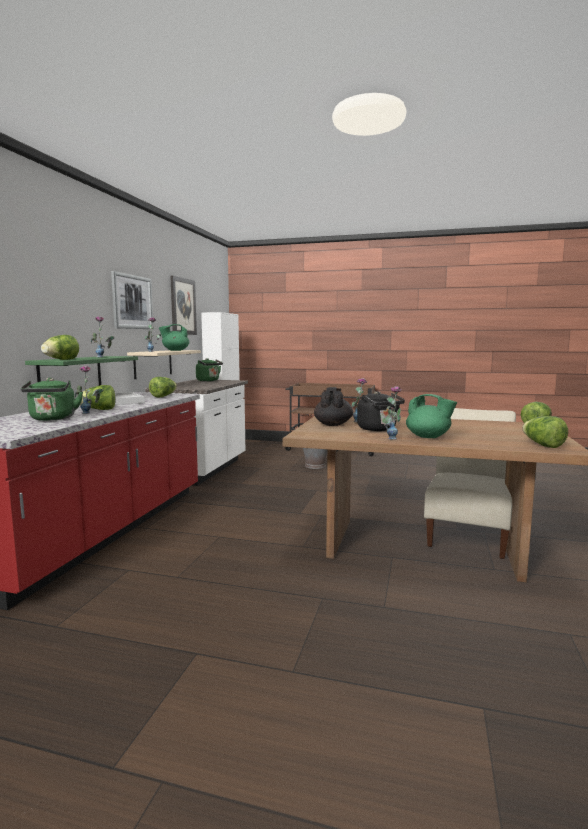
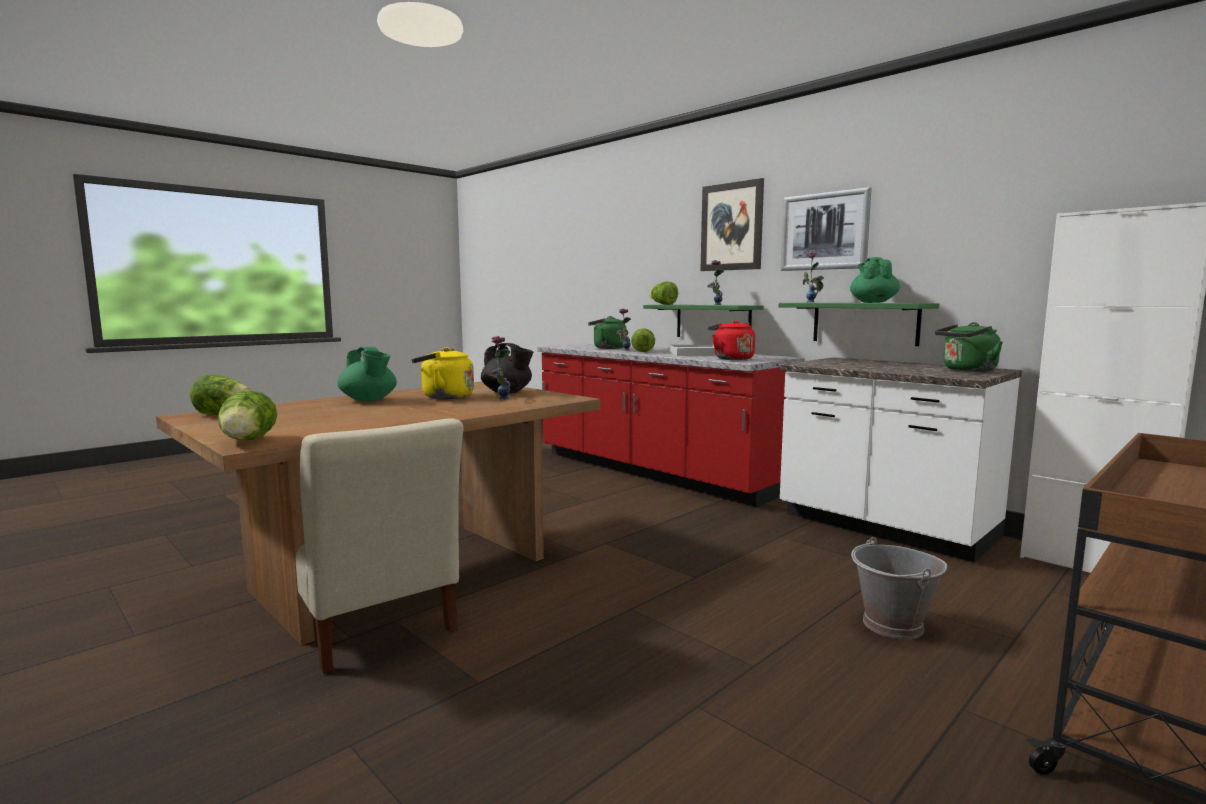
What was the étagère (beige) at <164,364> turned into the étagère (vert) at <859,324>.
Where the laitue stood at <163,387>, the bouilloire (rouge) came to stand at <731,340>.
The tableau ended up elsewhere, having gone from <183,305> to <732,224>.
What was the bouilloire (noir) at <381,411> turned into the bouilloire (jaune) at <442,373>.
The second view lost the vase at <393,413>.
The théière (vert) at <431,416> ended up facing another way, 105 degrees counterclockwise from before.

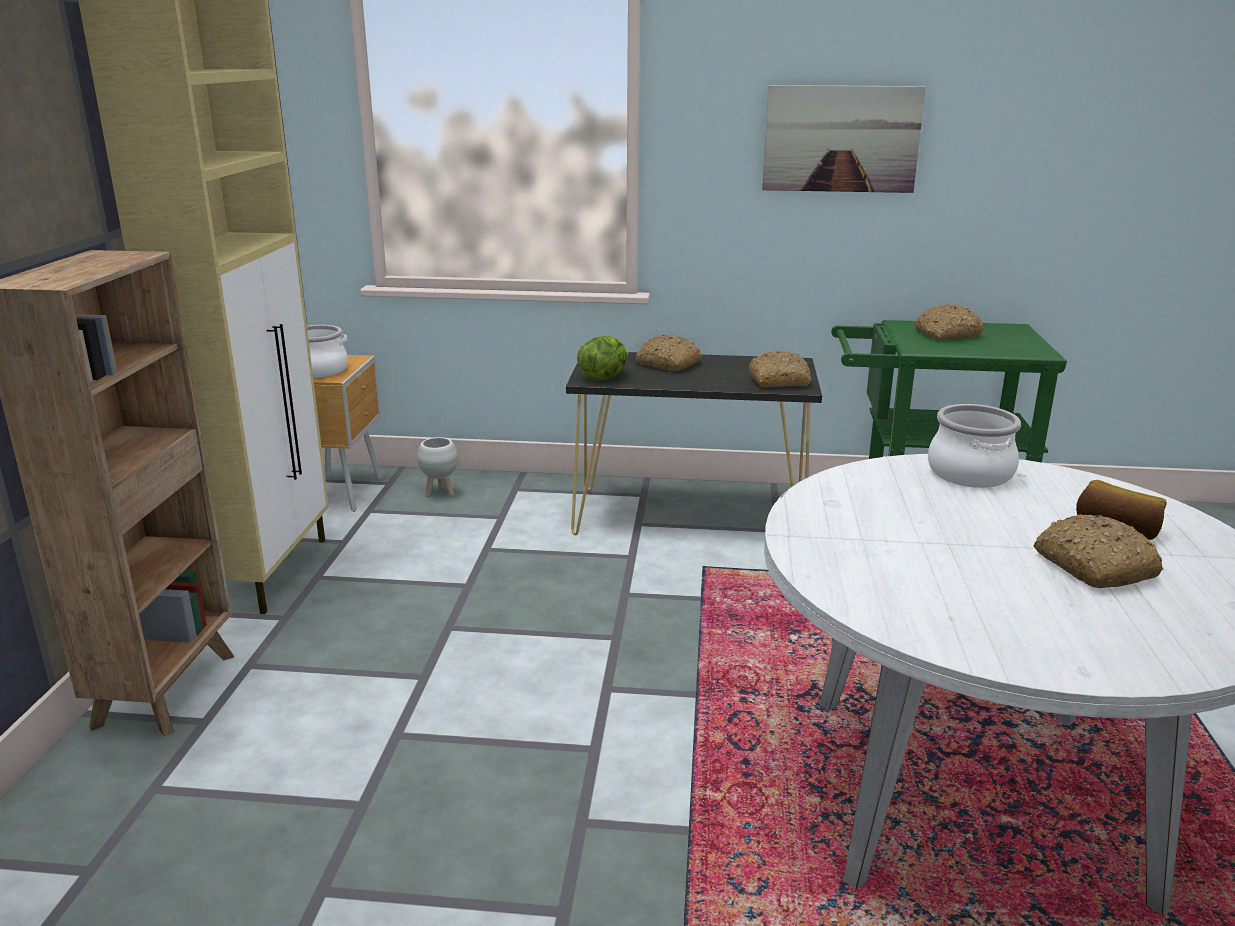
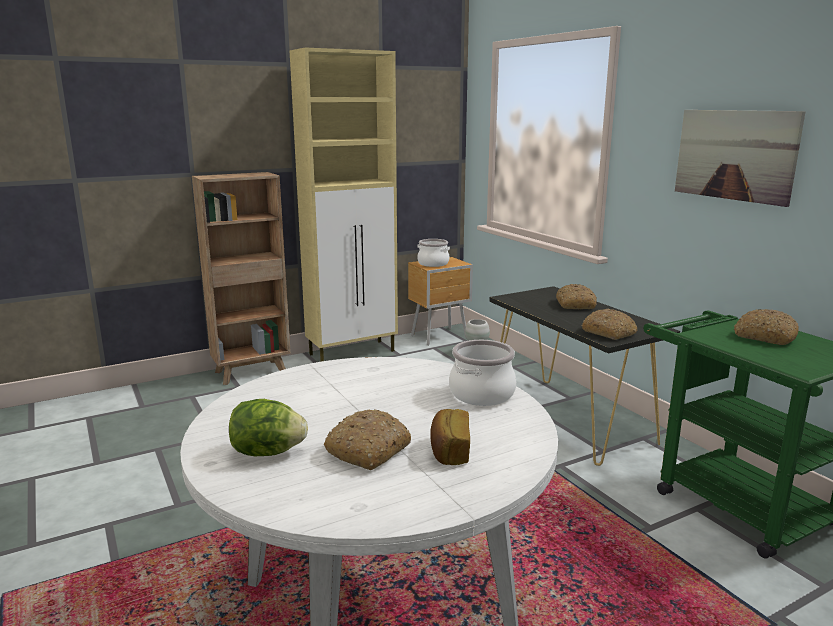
The laitue ended up elsewhere, having gone from <602,358> to <268,427>.

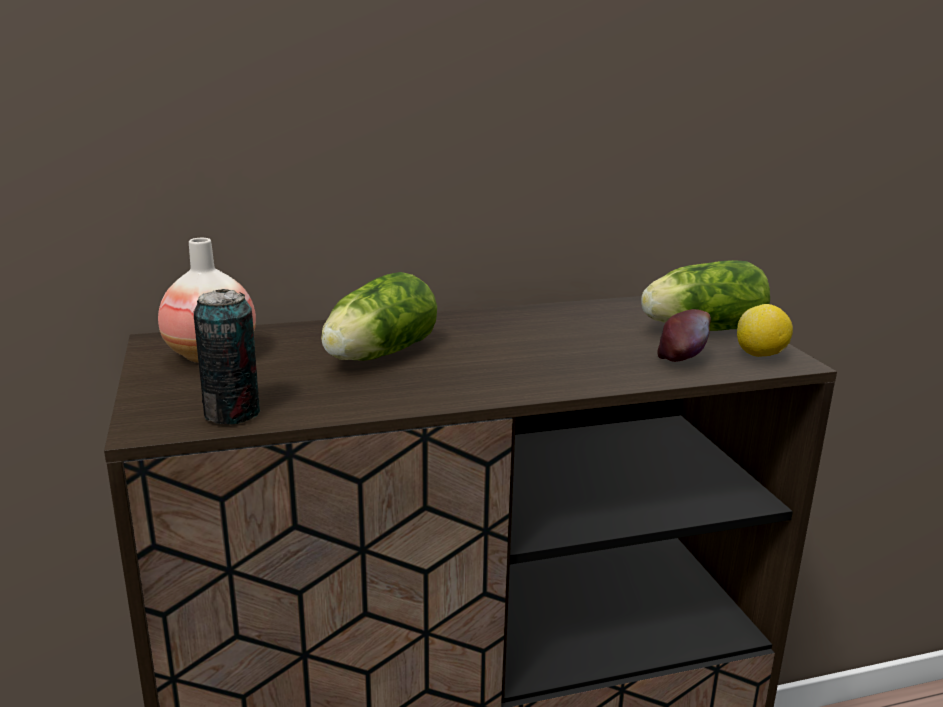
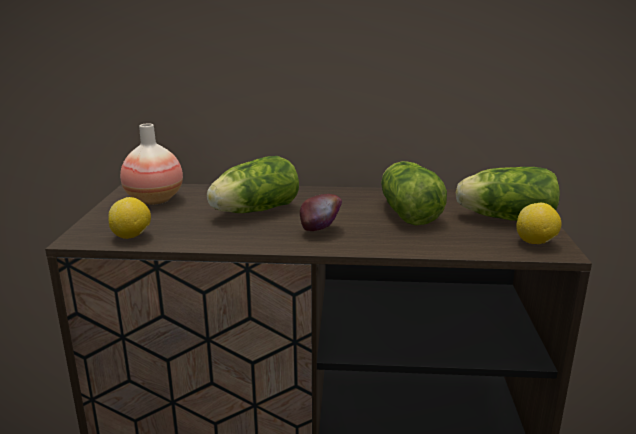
Where the boîte métallique stood at <227,356>, the citron came to stand at <129,218>.
The pomme ended up elsewhere, having gone from <684,335> to <321,212>.
The second view gained the laitue at <414,193>.

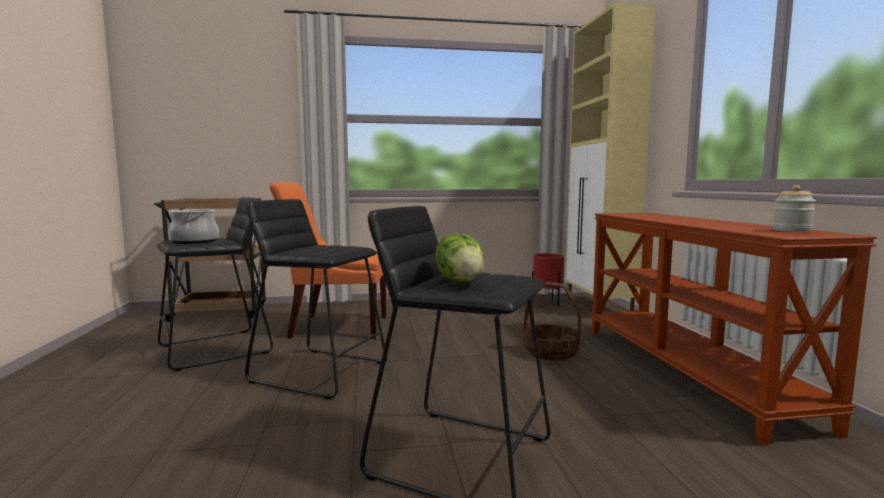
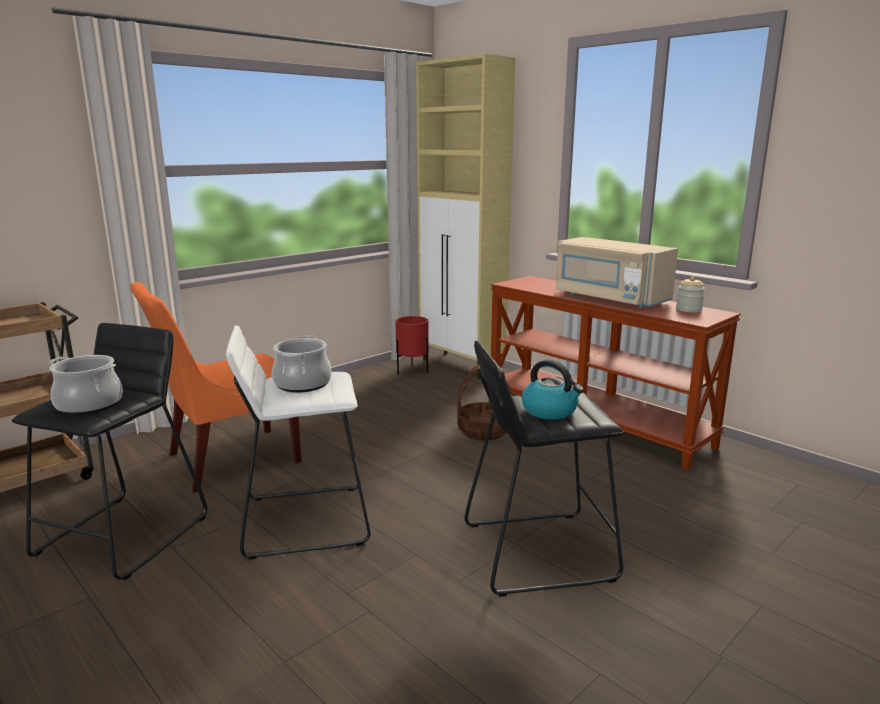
What was the tabouret (noir) at <316,299> turned into the tabouret (blanc) at <298,442>.
Where the laitue stood at <460,257>, the bouilloire came to stand at <553,390>.
The second view gained the marmite at <302,363>.
The second view gained the micro-ondes (beige) at <616,272>.

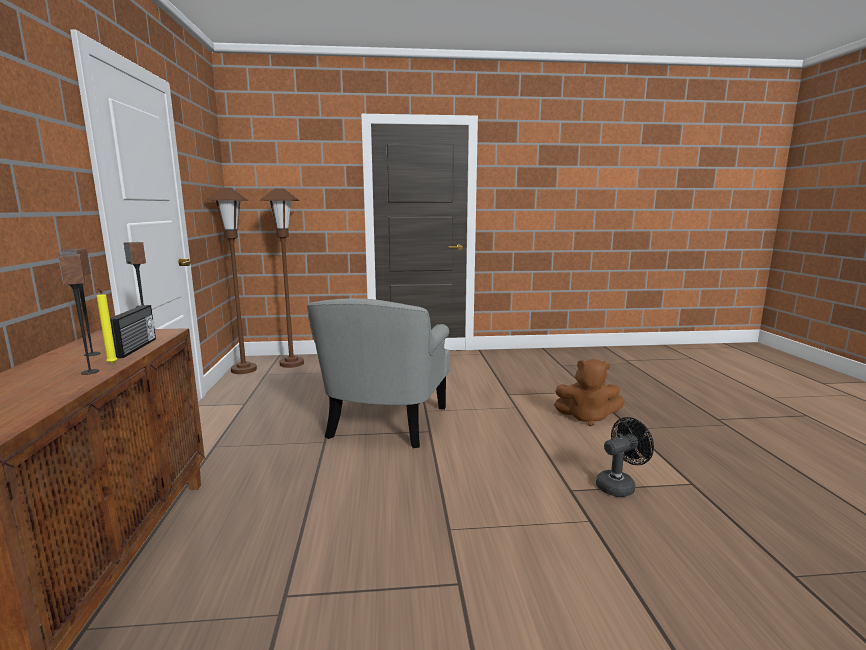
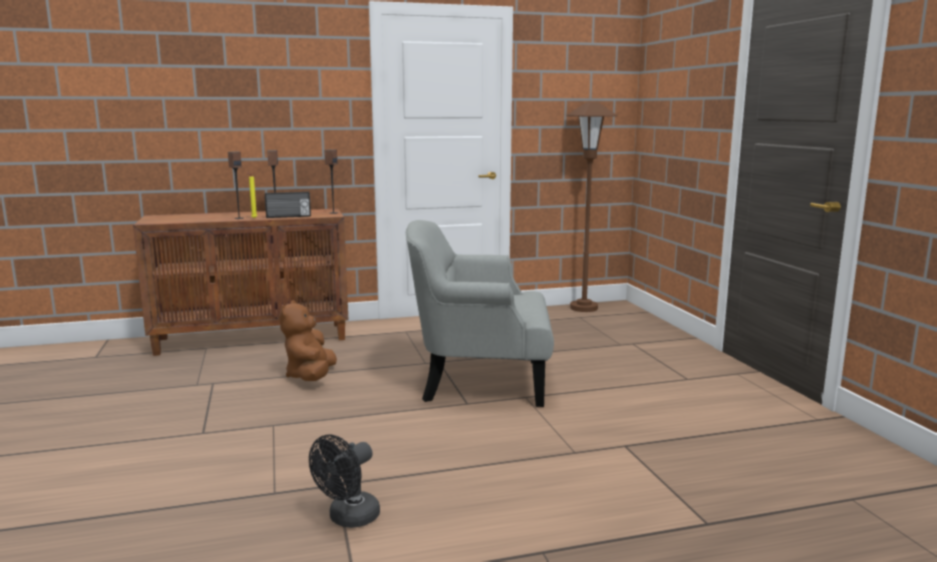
The second view lost the lampadaire (marron) at <282,278>.
The peluche (marron) ended up elsewhere, having gone from <589,392> to <308,340>.
The ventilateur (noir) at <625,457> ended up facing another way, 75 degrees clockwise from before.

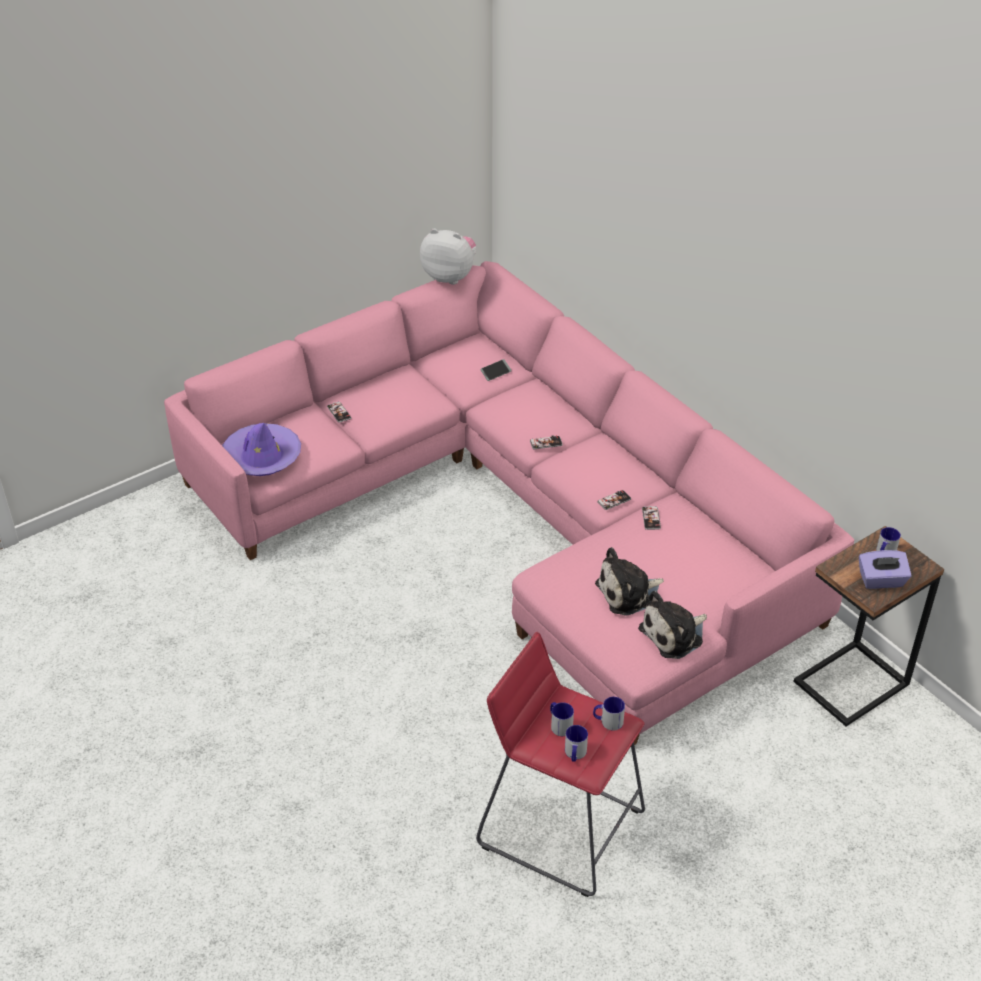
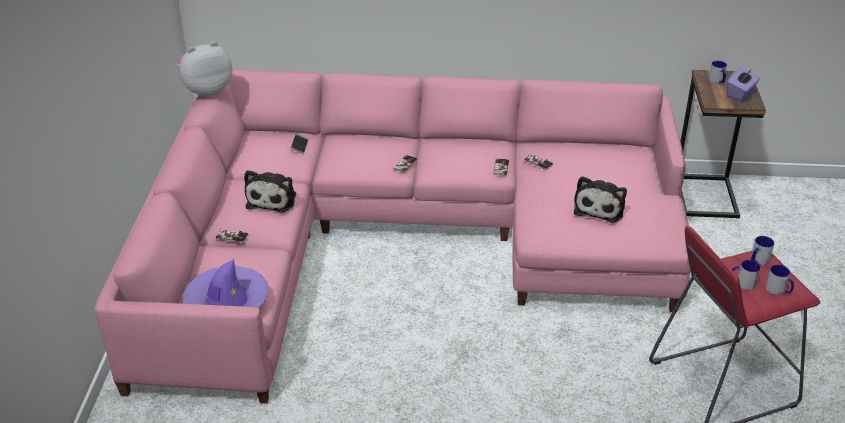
The peluche ended up elsewhere, having gone from <672,625> to <270,191>.

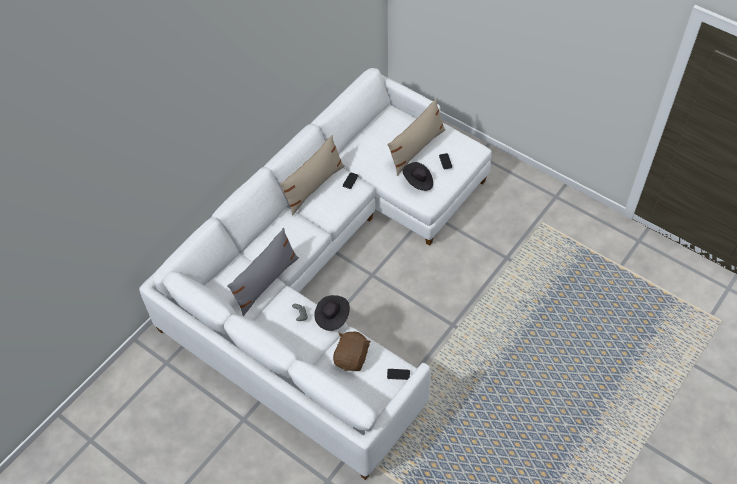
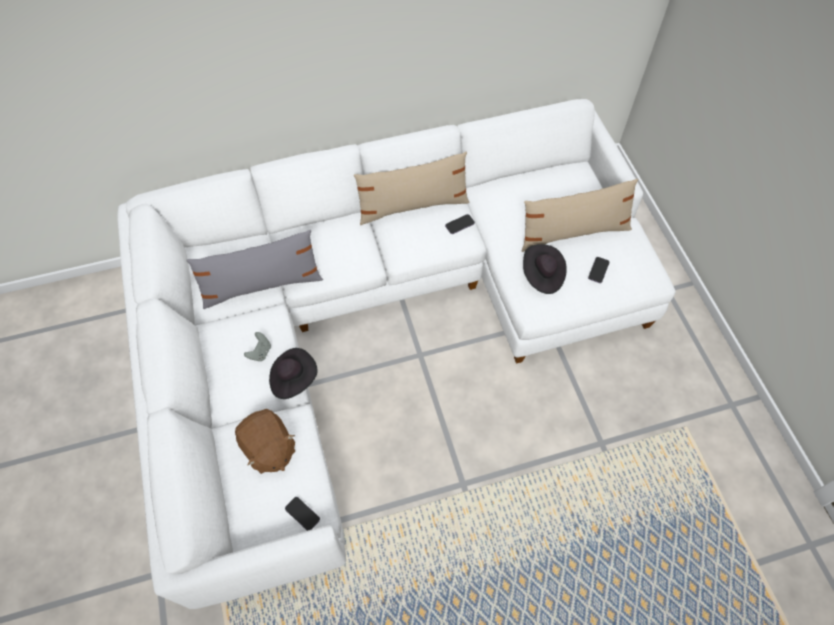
The peluche (marron) at <352,351> ended up facing another way, 90 degrees clockwise from before.

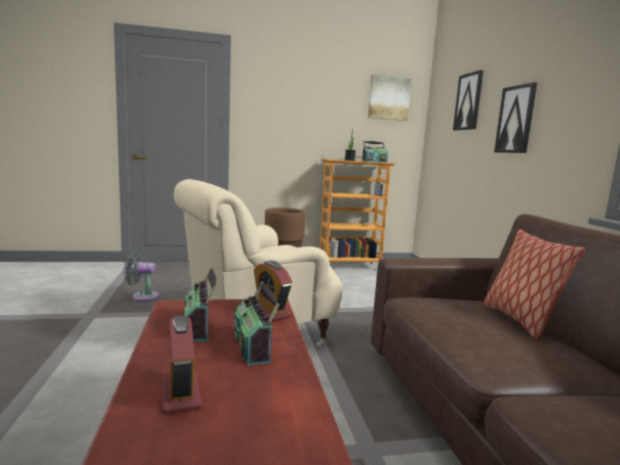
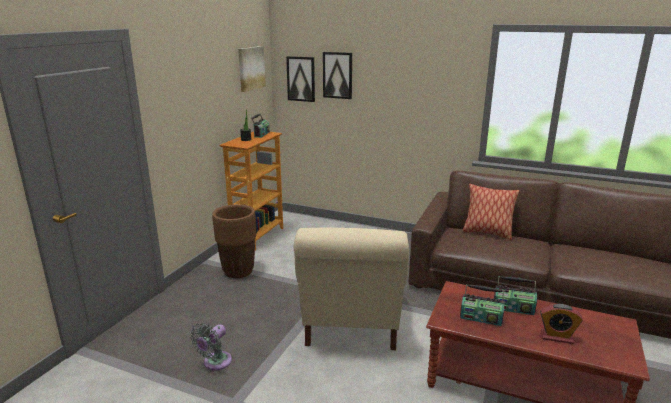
The second view lost the réveil at <273,291>.
The tableau ended up elsewhere, having gone from <515,117> to <300,79>.

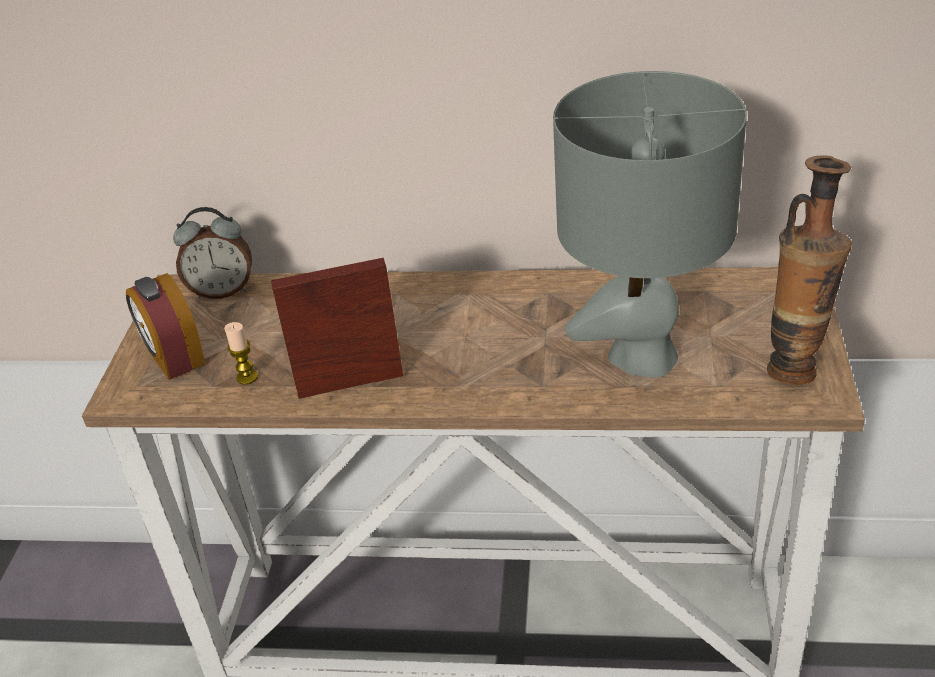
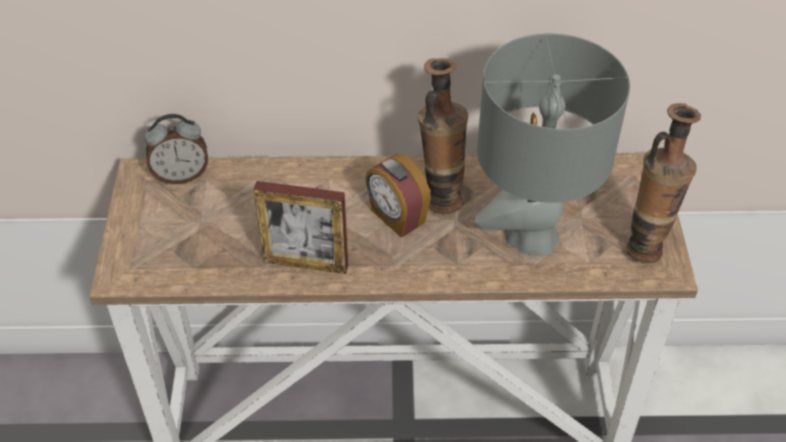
The réveil ended up elsewhere, having gone from <165,326> to <398,196>.
The second view lost the bougie at <241,353>.
The cadre photo at <337,328> ended up facing another way, 150 degrees counterclockwise from before.
The second view gained the vase at <443,136>.

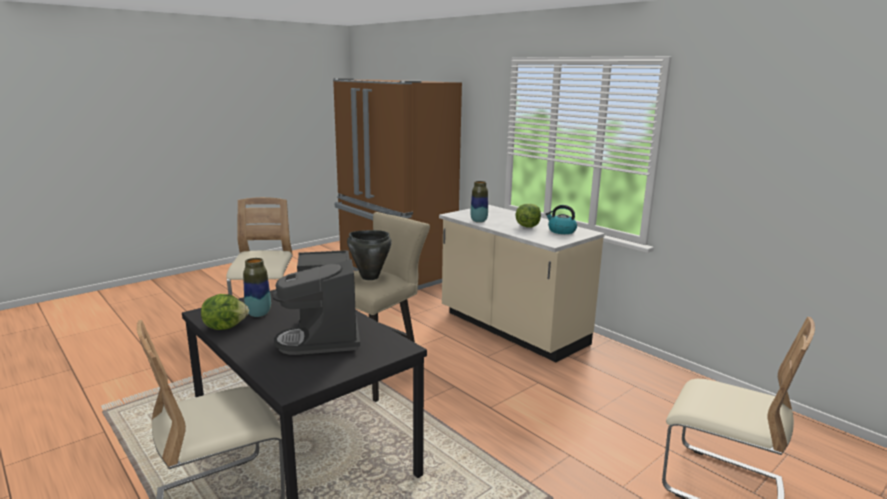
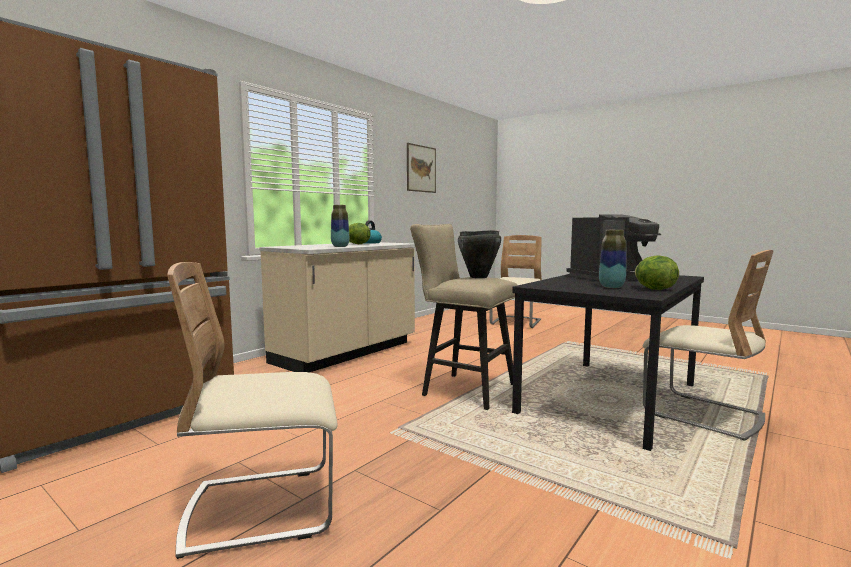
The second view gained the tableau at <421,168>.

